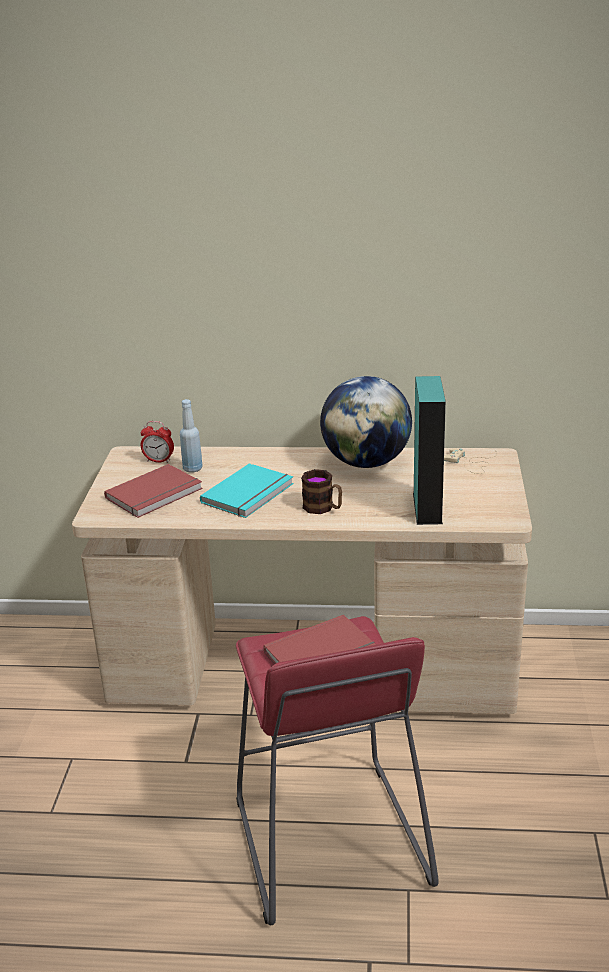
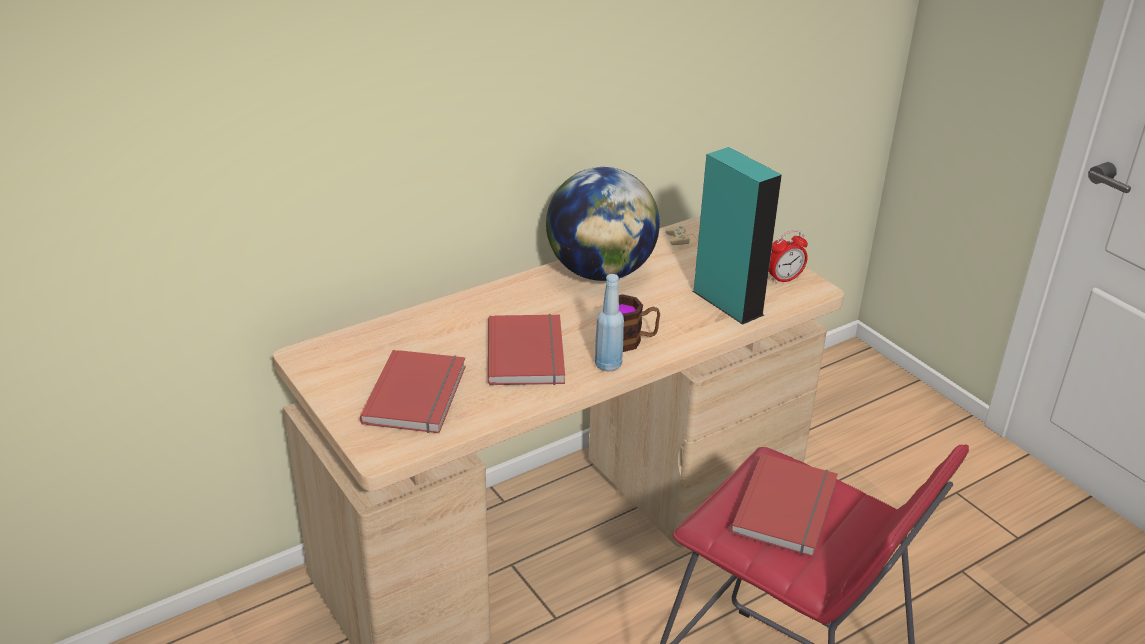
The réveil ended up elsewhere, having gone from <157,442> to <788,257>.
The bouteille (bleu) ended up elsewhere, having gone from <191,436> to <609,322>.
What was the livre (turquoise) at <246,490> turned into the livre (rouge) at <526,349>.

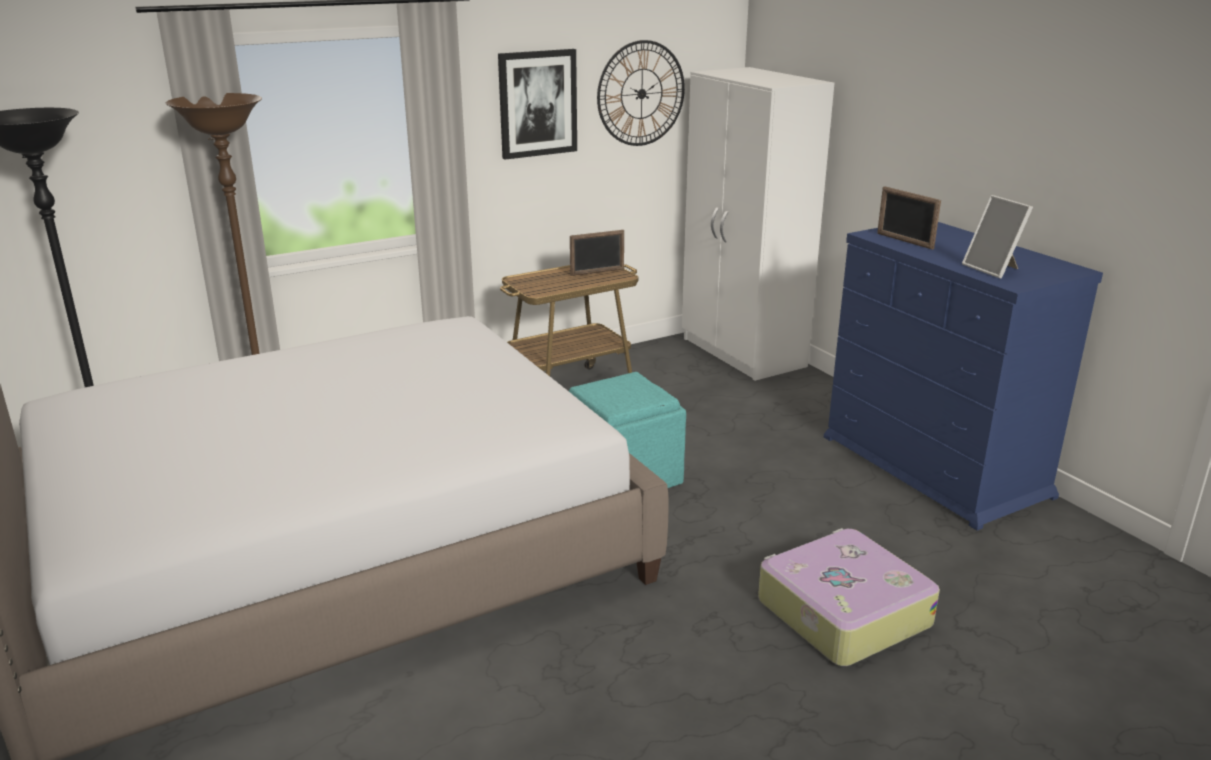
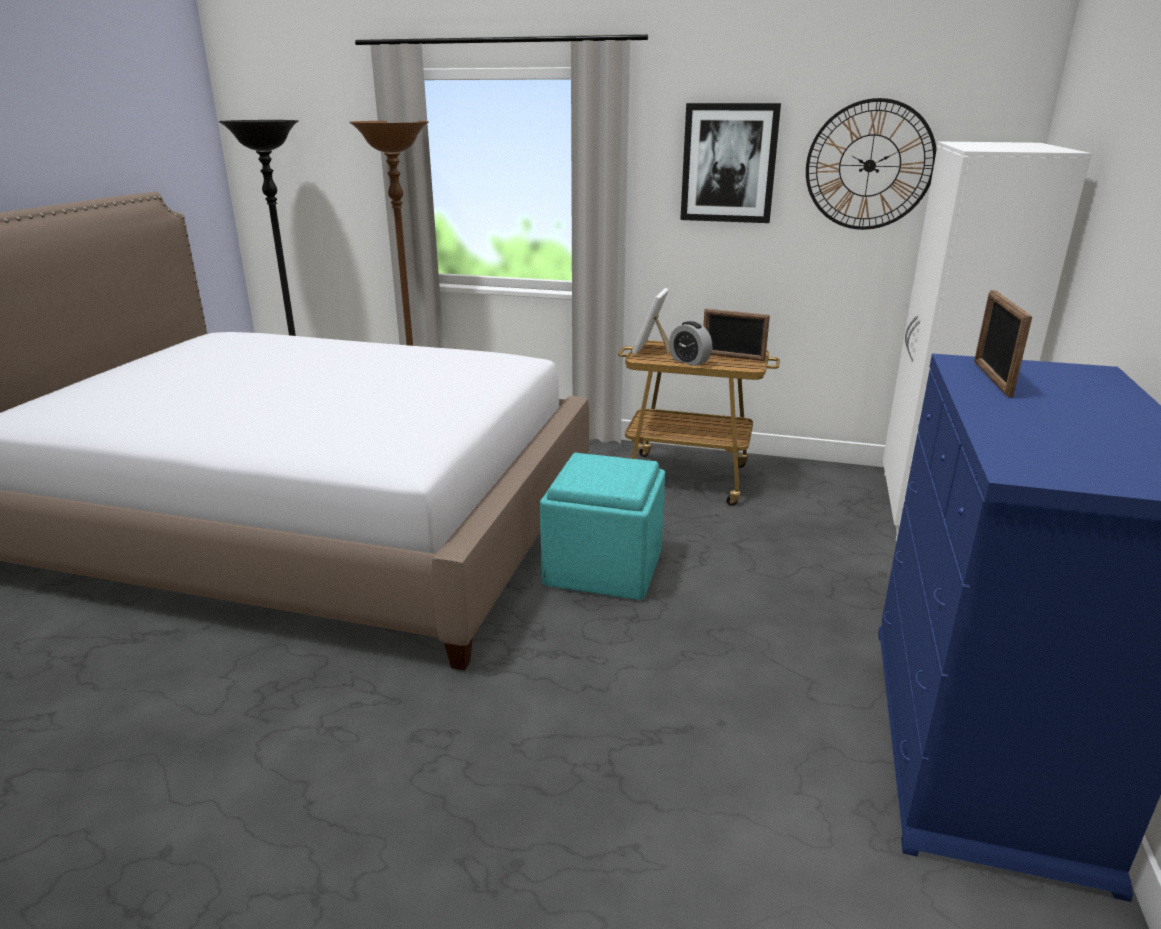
The second view lost the valise at <849,597>.
The cadre photo ended up elsewhere, having gone from <997,237> to <651,321>.
The second view gained the réveil at <690,343>.

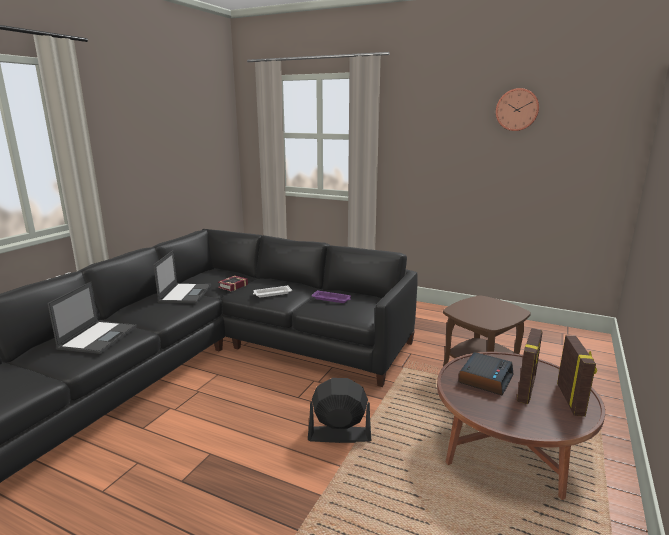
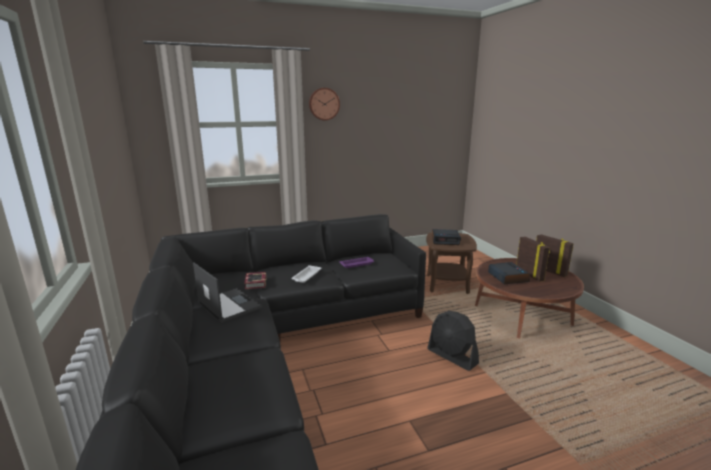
The second view lost the ordinateur portable at <92,318>.
The ventilateur (noir) at <339,410> ended up facing another way, 90 degrees counterclockwise from before.
The horloge murale ended up elsewhere, having gone from <517,109> to <324,104>.
The second view gained the réveil at <446,237>.

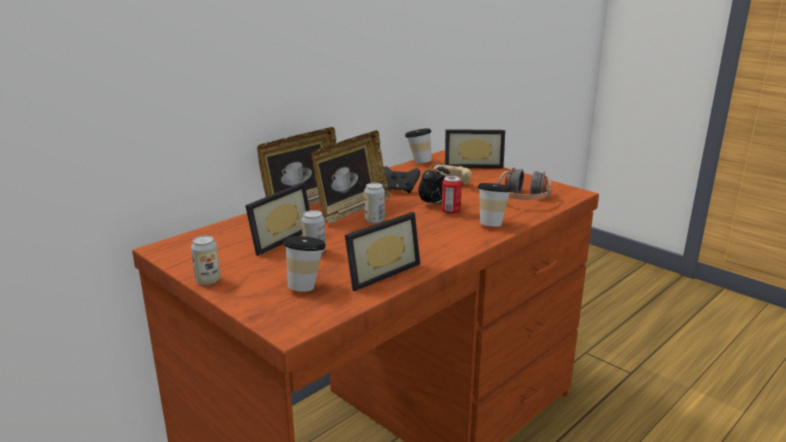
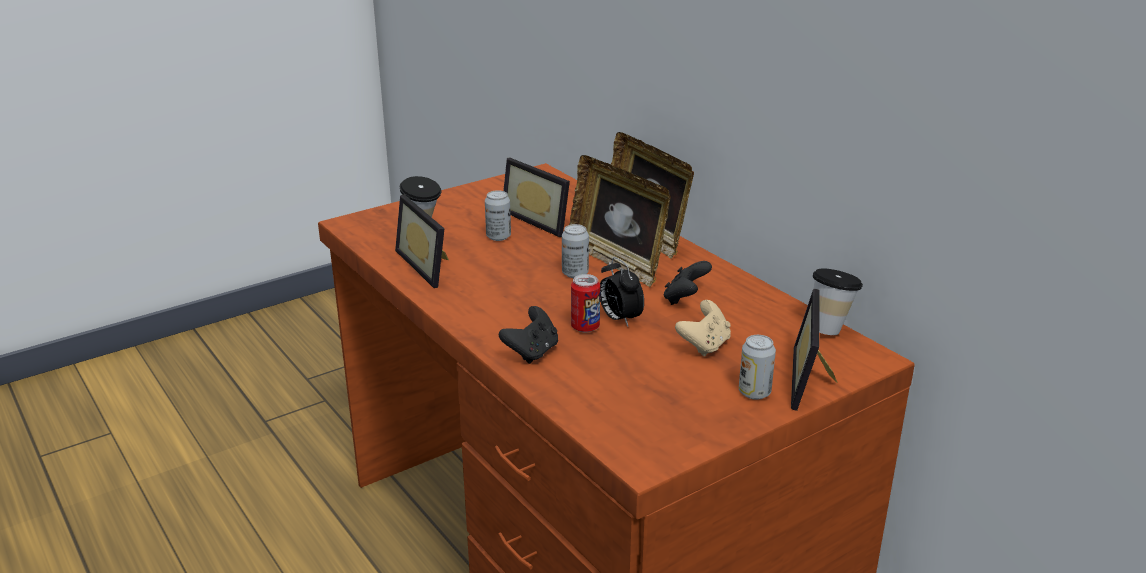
The boîte métallique ended up elsewhere, having gone from <205,260> to <757,367>.
Where the tasse stood at <495,204>, the manette (noir) came to stand at <528,335>.
The second view lost the casque audio at <524,184>.

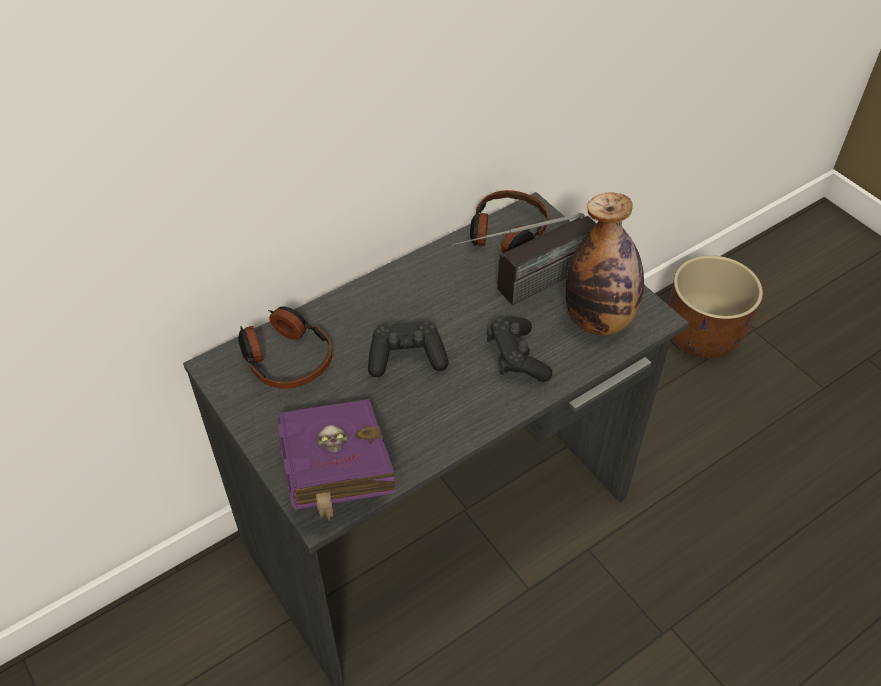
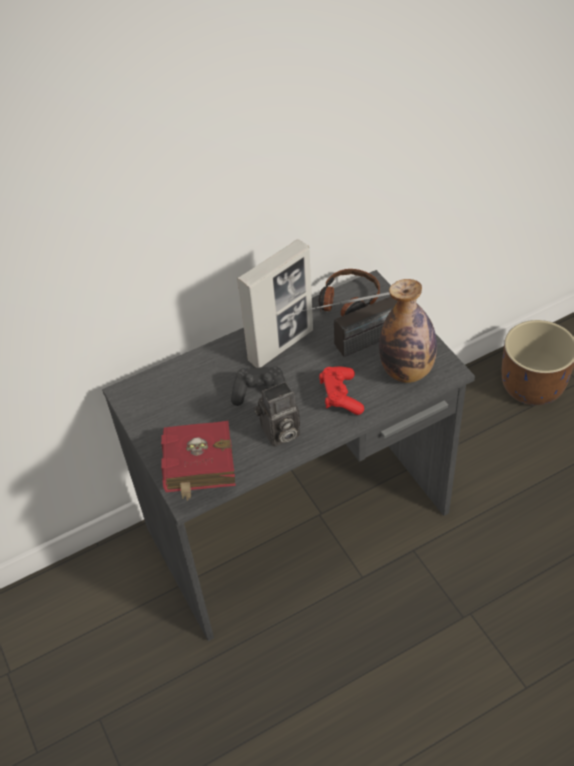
The second view lost the casque audio at <285,348>.
What was the livre (violet) at <336,460> turned into the livre (rouge) at <198,461>.
What was the manette (noir) at <519,349> turned into the manette (rouge) at <341,391>.
The second view gained the cadre photo at <275,303>.
The second view gained the appareil photo at <277,414>.

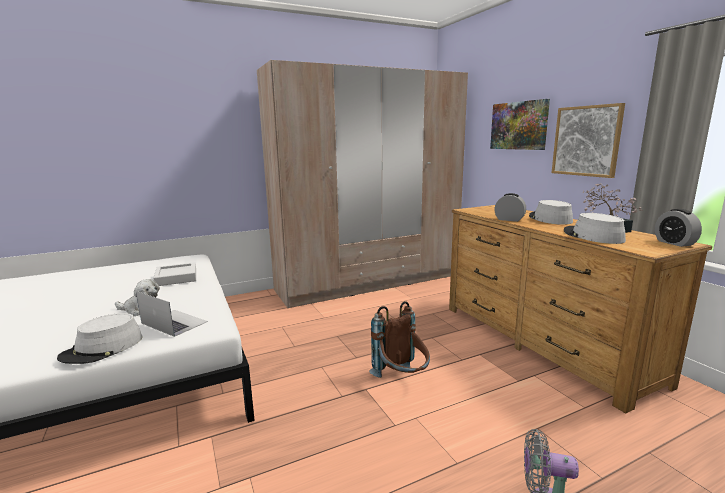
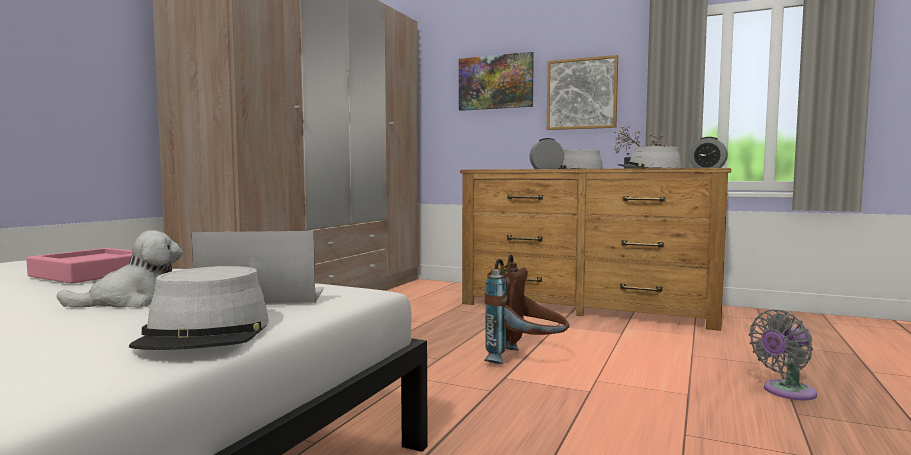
What was the plateau (gris) at <174,274> turned into the plateau (rose) at <79,266>.

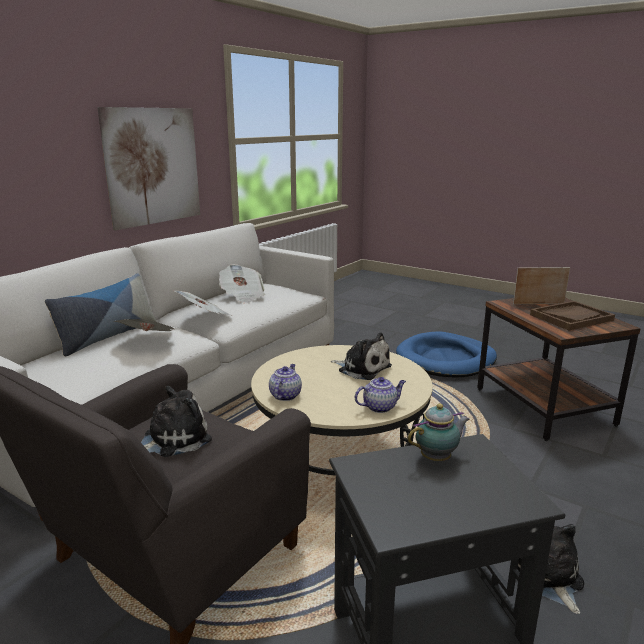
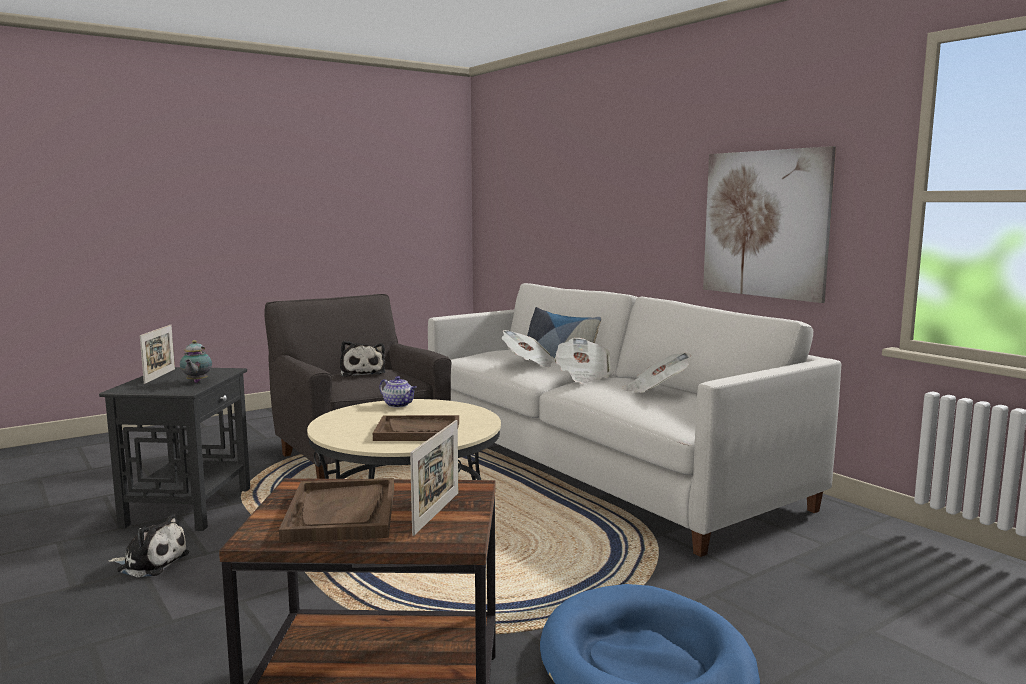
Where the peluche stood at <361,356>, the plateau (marron) came to stand at <416,428>.
The second view lost the théière at <380,395>.
The second view gained the cadre photo at <157,354>.

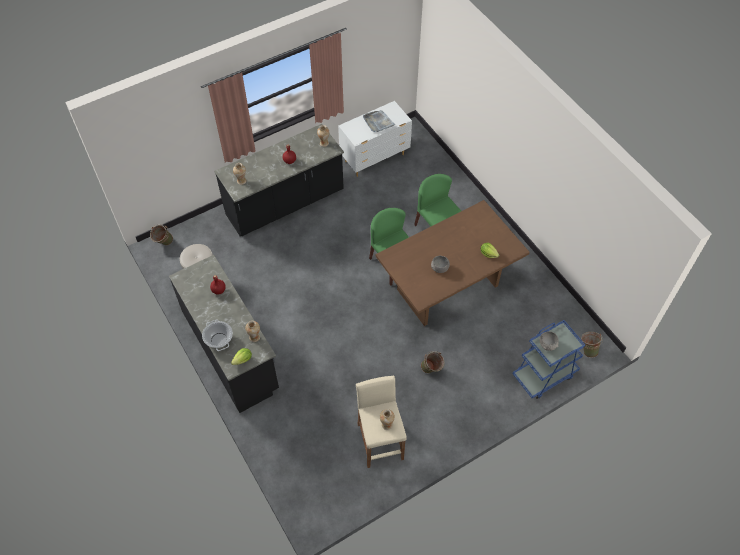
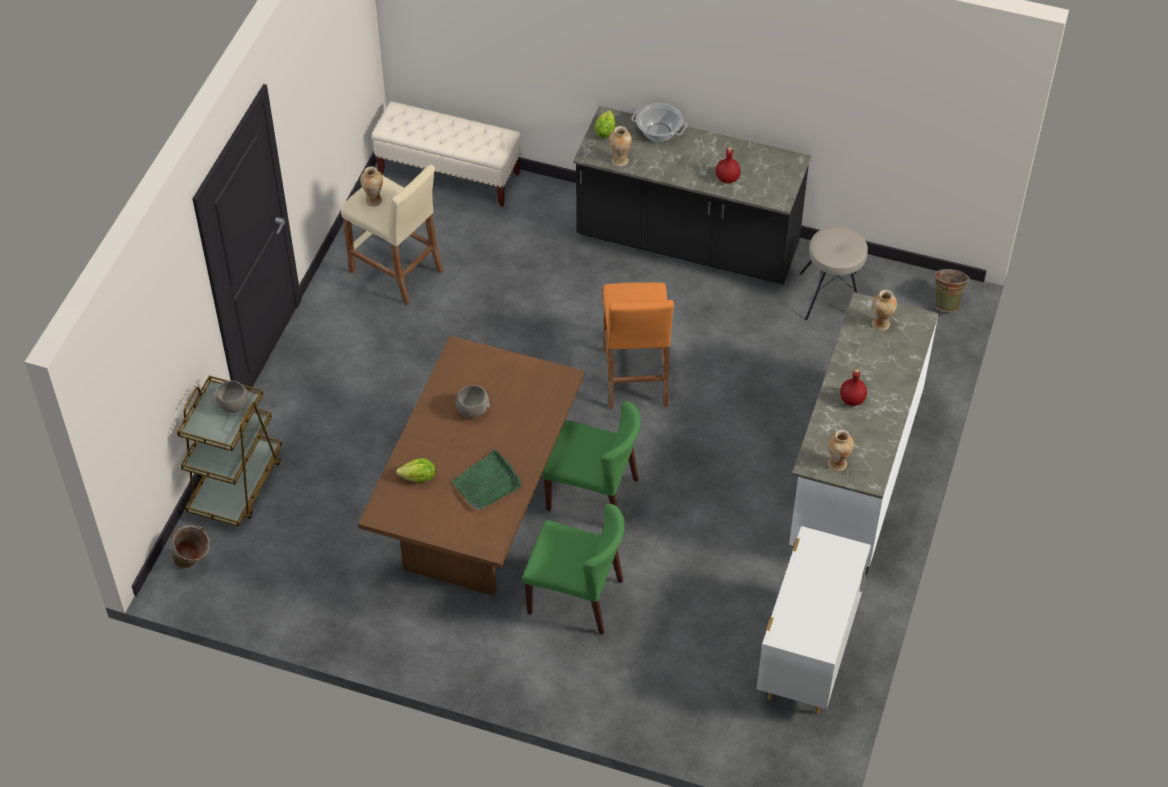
What was the comptoir de cuisine (noir) at <279,180> turned into the comptoir de cuisine (blanc) at <864,433>.
The second view lost the plateau (gris) at <379,121>.
The second view lost the seau (vert) at <433,362>.
What was the chariot (bleu) at <548,359> turned into the chariot (marron) at <229,451>.
The second view gained the banc (beige) at <446,154>.
The second view gained the plateau (vert) at <487,479>.
The second view gained the tabouret (orange) at <638,345>.

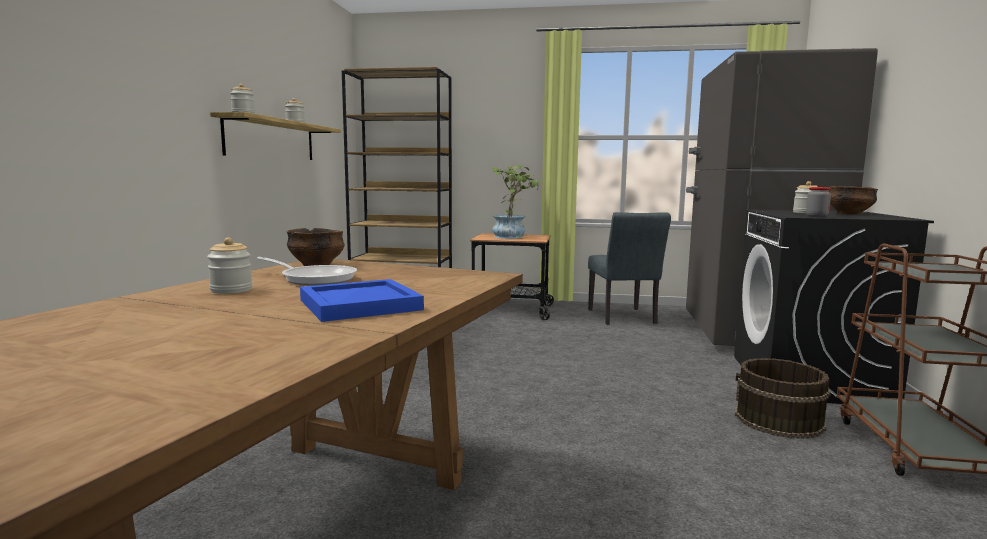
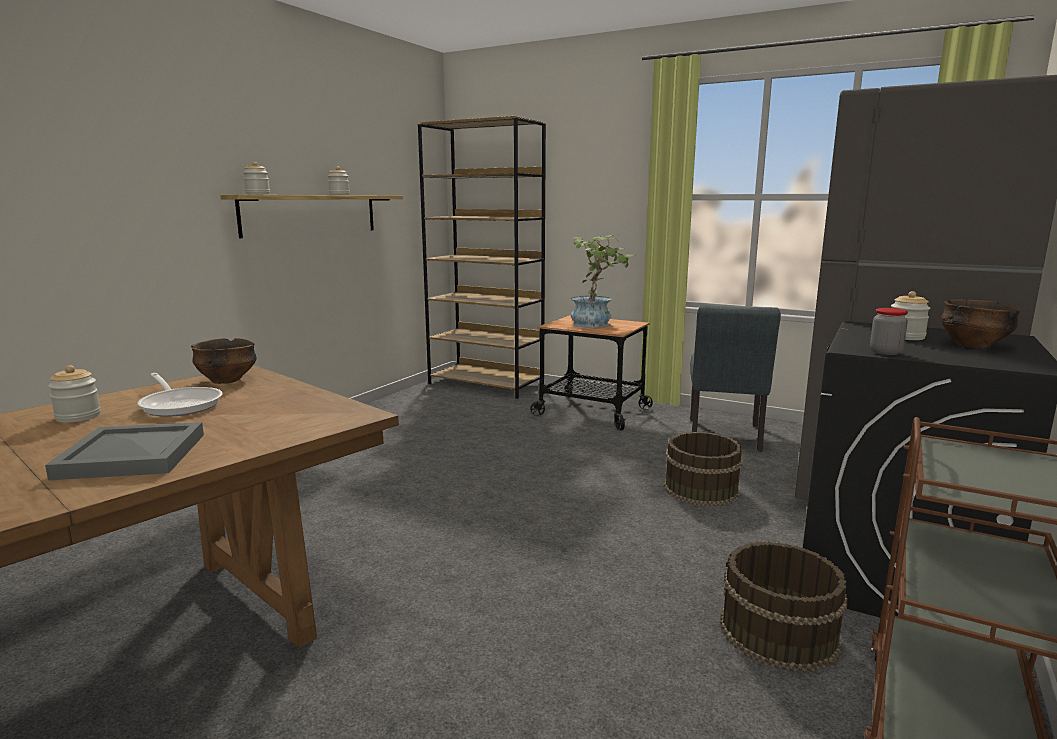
What was the plateau (bleu) at <362,300> turned into the plateau (gris) at <124,451>.
The second view gained the seau (marron) at <703,469>.

